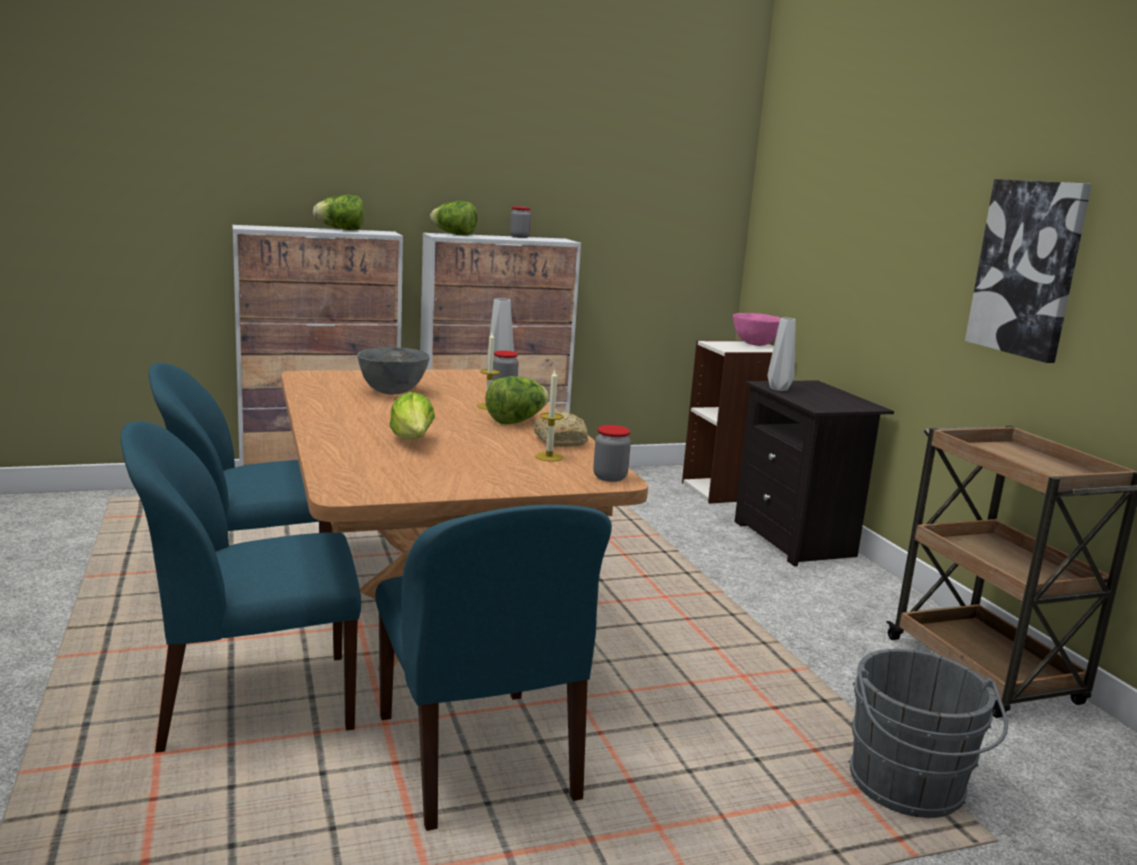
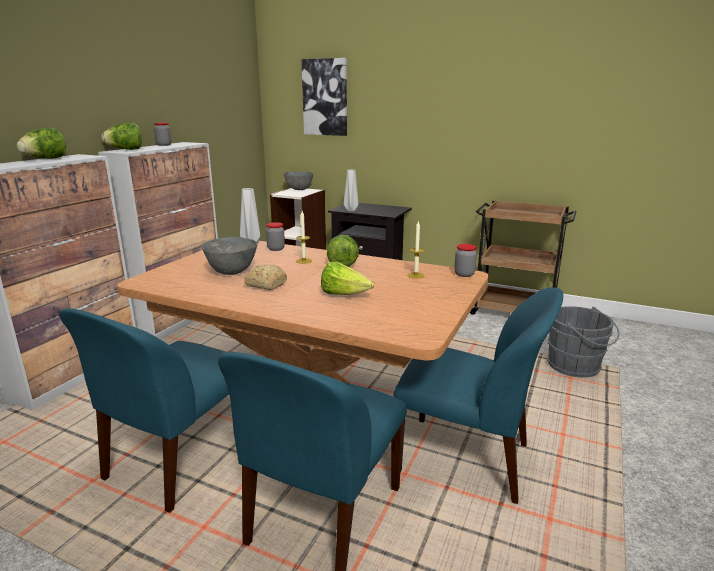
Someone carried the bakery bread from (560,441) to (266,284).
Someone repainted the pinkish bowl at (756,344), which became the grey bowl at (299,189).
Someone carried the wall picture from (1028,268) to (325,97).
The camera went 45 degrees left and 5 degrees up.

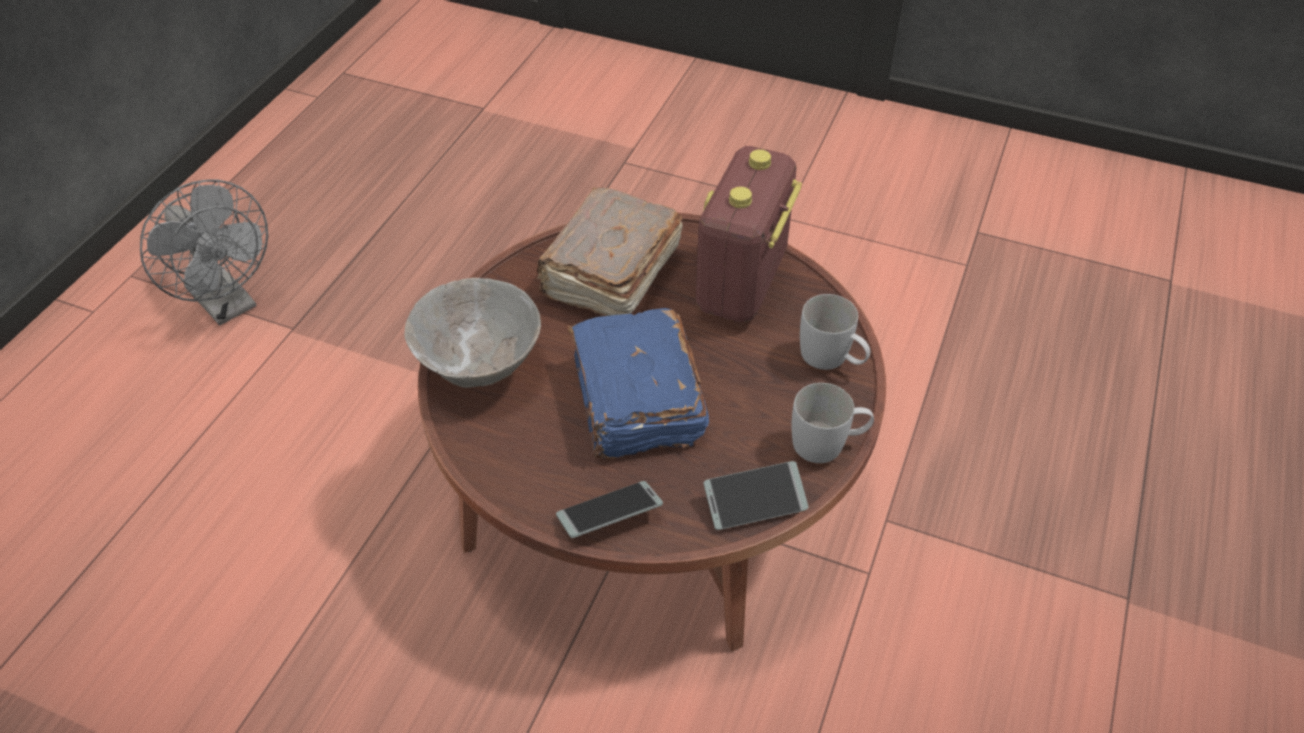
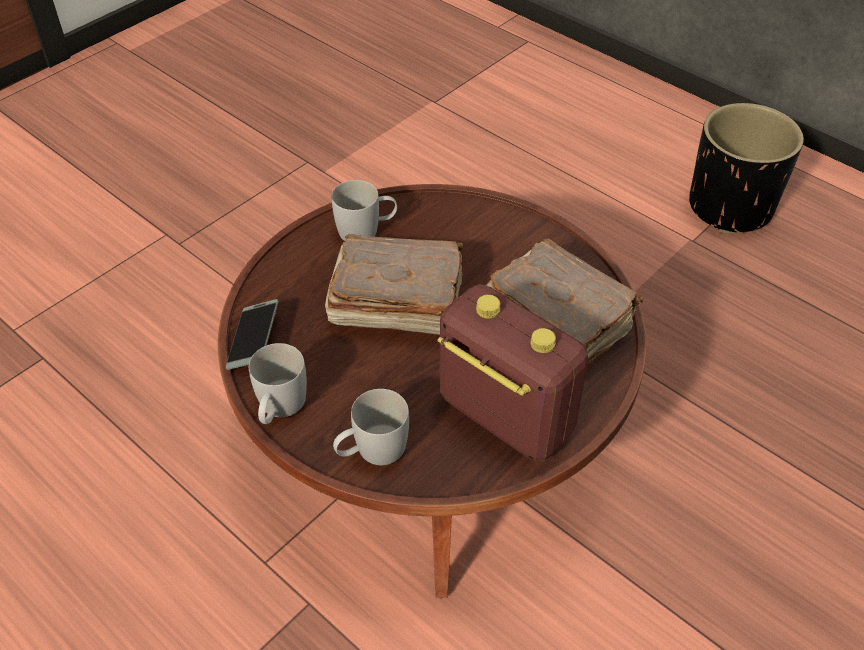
Someone repainted the bluish bound book at (636,403), which became the brown-coloured bound book at (394,302).
Someone put down the whitish mug at (366,230).
Someone swapped the grey electric fan at (229,305) for the black flower pot at (731,208).
Someone took away the grey bowl at (479,365).
Someone took away the phone at (609,515).
The camera went 110 degrees right and 0 degrees up.

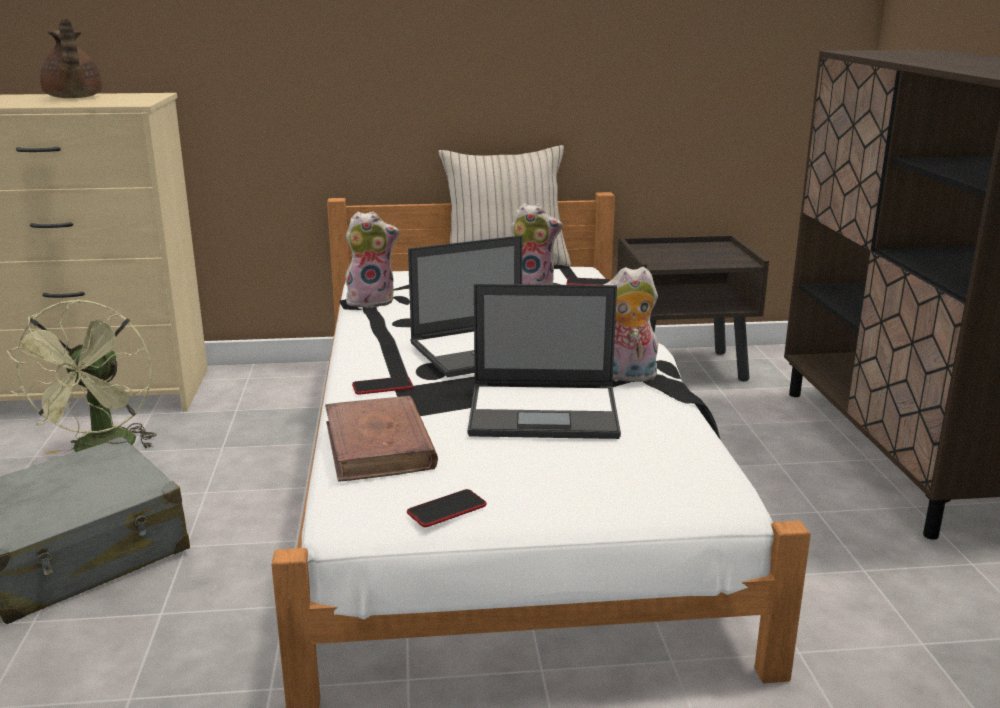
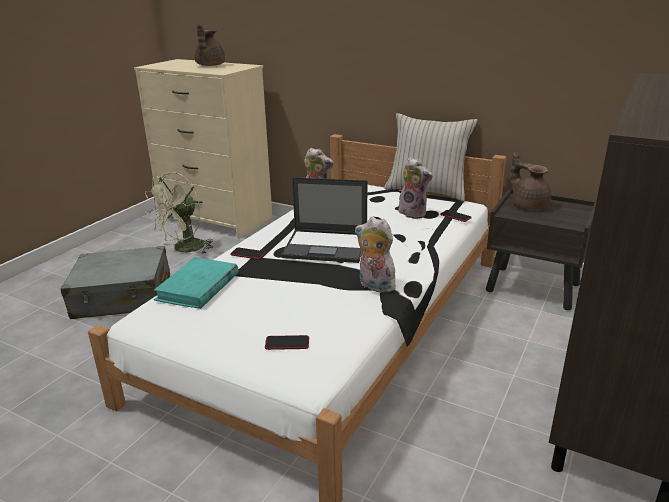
Someone repainted the brown-coloured bound book at (379,445), which became the blue-green bound book at (198,287).
Someone carried the phone from (447,509) to (287,343).
Someone put down the brown-coloured teapot at (528,205).
Someone took away the notebook computer at (545,412).
The camera went 35 degrees right and 5 degrees up.

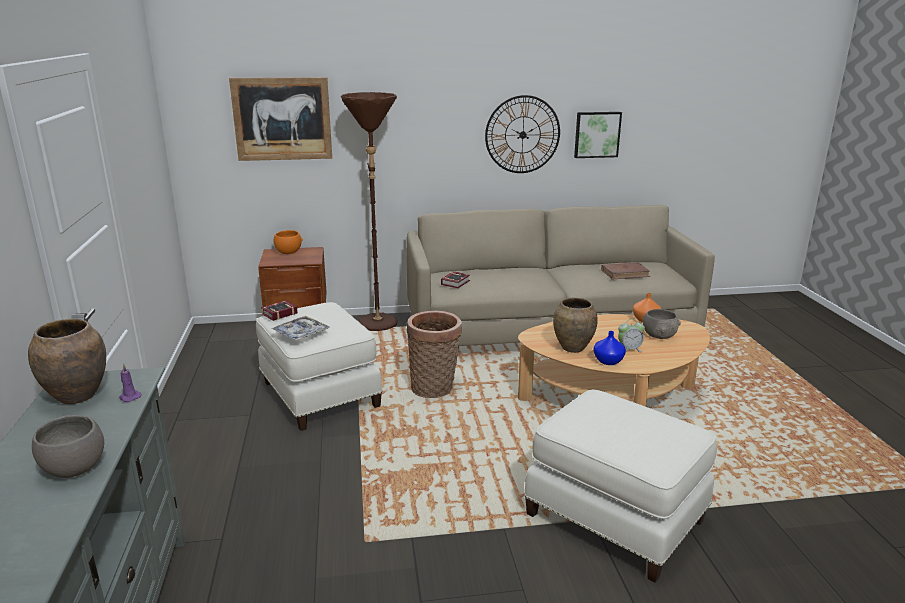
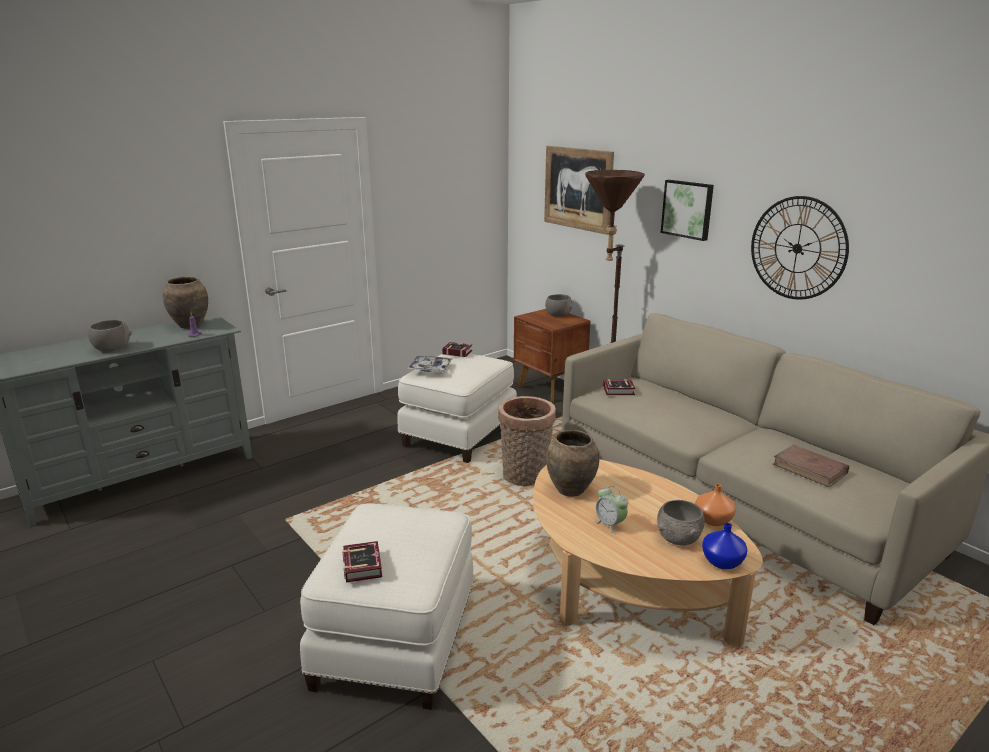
Someone put down the bound book at (363,564).
Someone repainted the orange bowl at (288,251), which became the grey bowl at (558,314).
Someone carried the wall picture from (596,134) to (688,209).
Someone carried the bluish decorative vase from (607,361) to (722,561).
The camera went 60 degrees right and 0 degrees up.

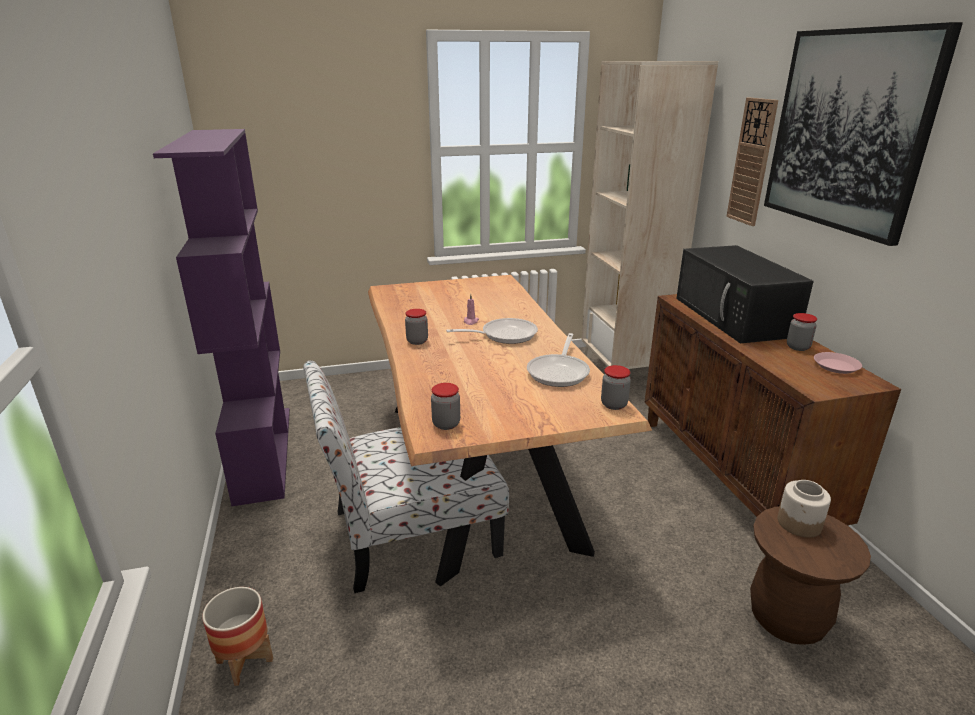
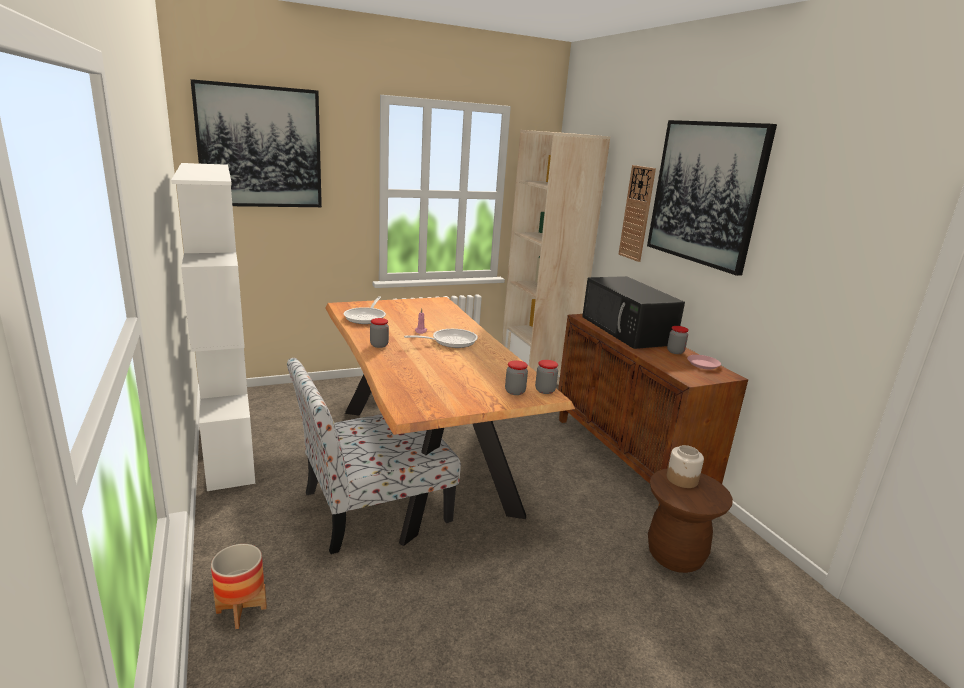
Someone repainted the purplish shelving unit at (263,452), which became the whitish shelving unit at (228,447).
Someone put up the wall picture at (260,147).
Someone carried the skillet from (559,372) to (366,317).
Someone carried the jar from (446,424) to (515,391).
The camera went 10 degrees left and 5 degrees down.

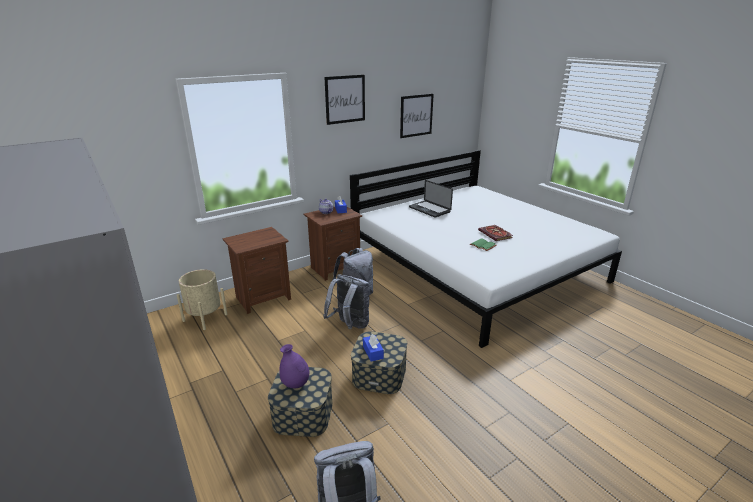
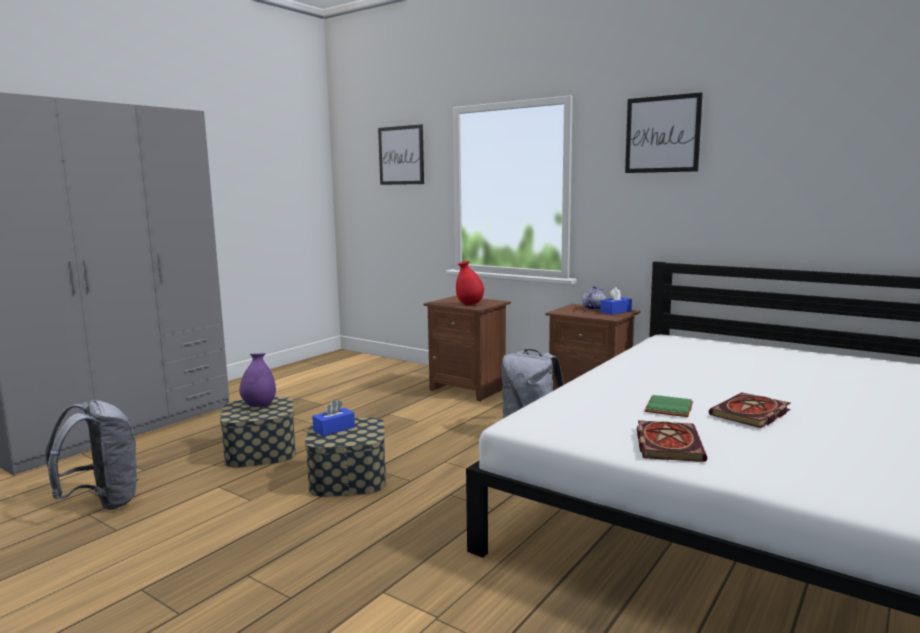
Someone carried the wall picture from (416,115) to (401,155).
Someone put down the red-coloured decorative vase at (470,304).
Someone put down the bound book at (667,443).
Someone took away the beige flower pot at (205,317).
Someone took away the grey rucksack at (350,325).
Someone took away the notebook computer at (429,209).
The camera went 70 degrees right and 15 degrees down.

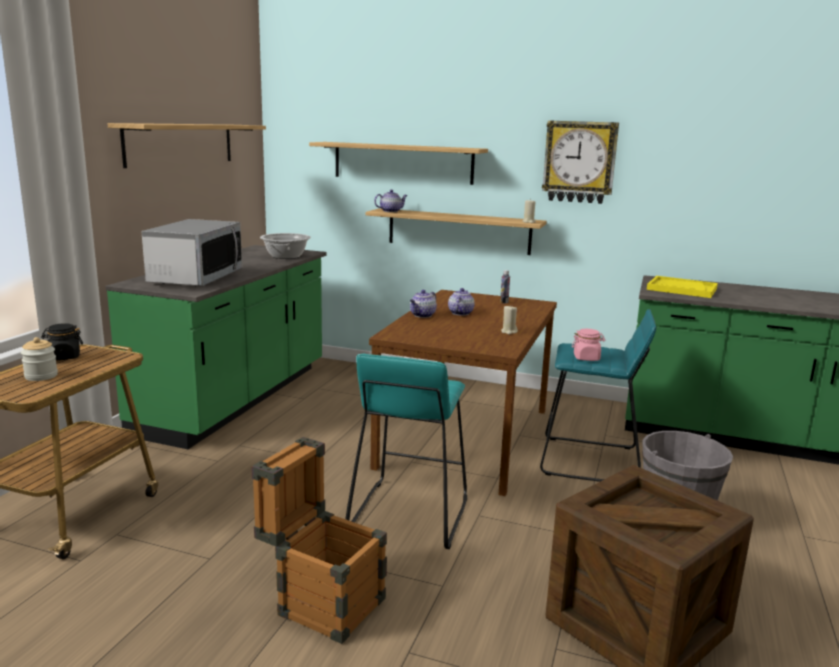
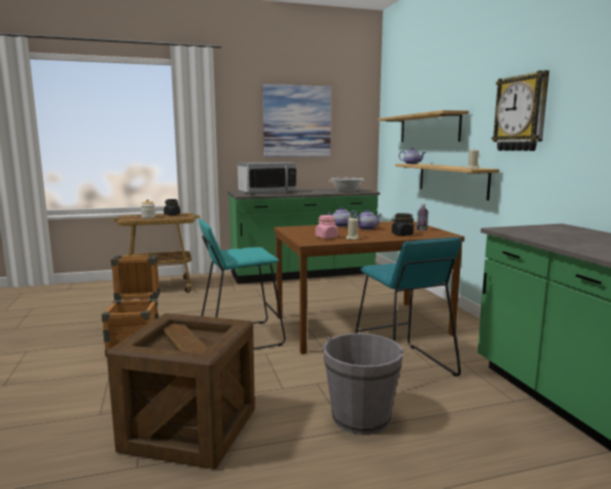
Someone swapped the wall shelf at (180,144) for the wall picture at (297,121).
Someone carried the pinkish jar from (586,358) to (326,237).
Someone put down the black jar at (402,234).
Someone took away the yellow serving tray at (681,289).
The camera went 55 degrees right and 5 degrees down.

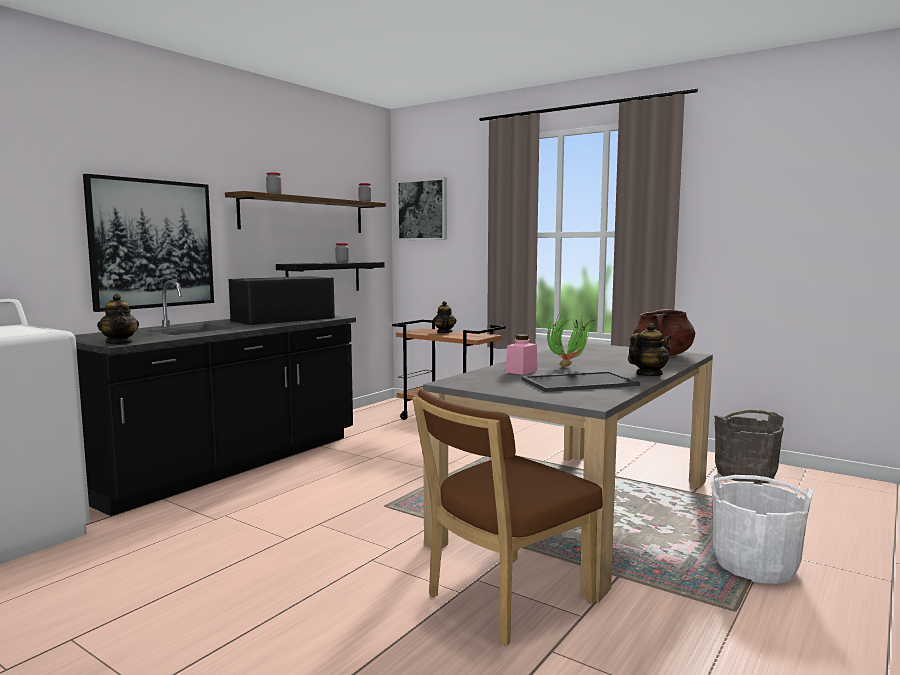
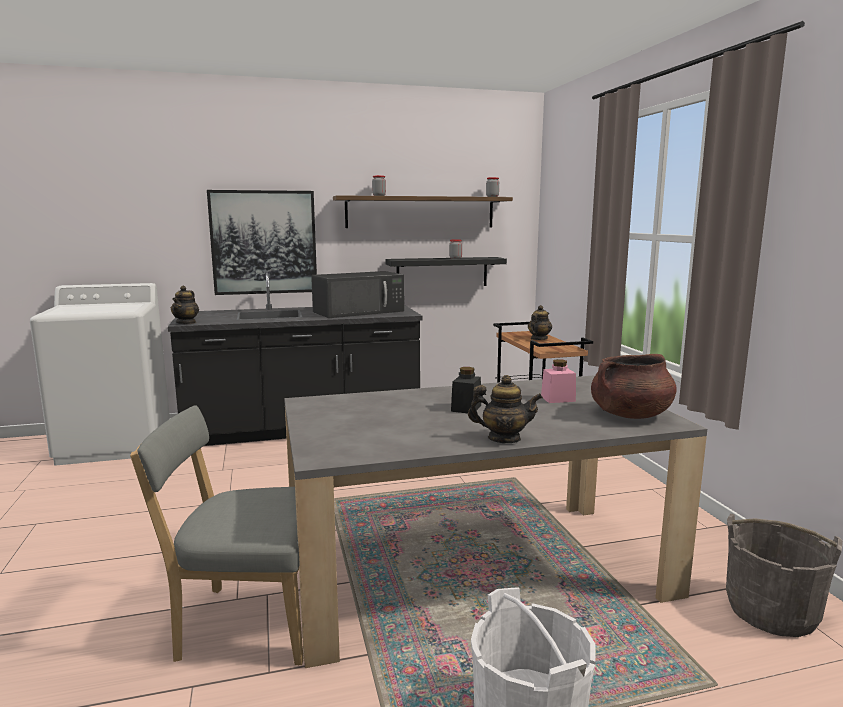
Someone repainted the brown-coloured plain chair at (503,601), which became the grey plain chair at (246,623).
Someone rotated the black microwave at (282,319) by 150 degrees clockwise.
Someone swapped the plant in a pot at (571,367) for the black jar at (466,408).
Someone carried the pinkish jar from (521,371) to (558,399).
Someone took away the wall picture at (422,209).
Someone took away the serving tray at (579,383).
The camera went 40 degrees right and 5 degrees up.

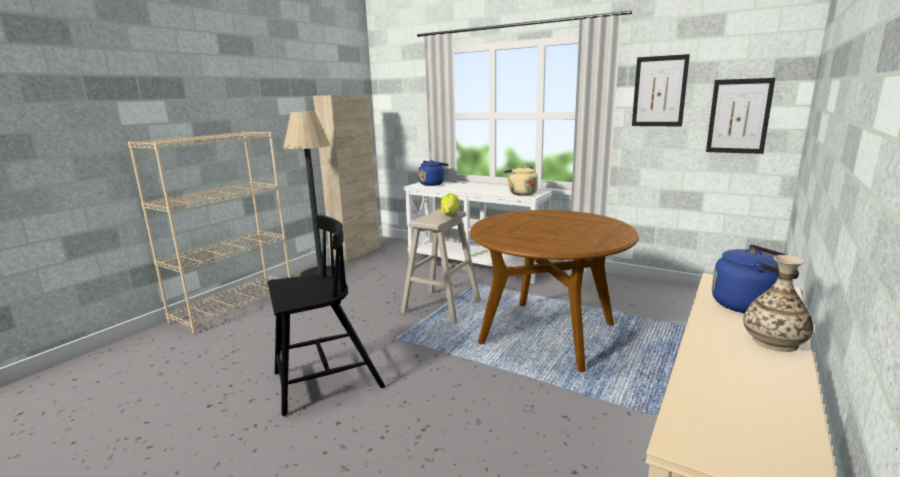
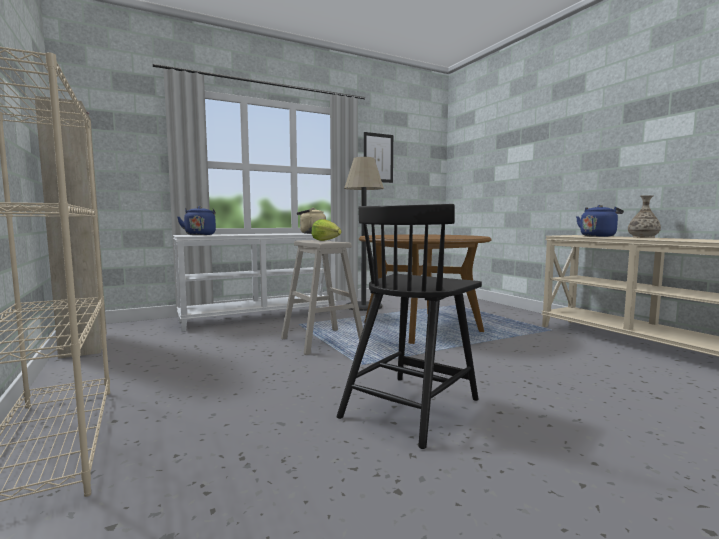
Someone rotated the black plain chair at (325,381) by 150 degrees counterclockwise.
Someone carried the standard lamp from (321,274) to (363,306).
Someone took away the wall picture at (739,116).
The camera went 60 degrees left and 10 degrees down.

